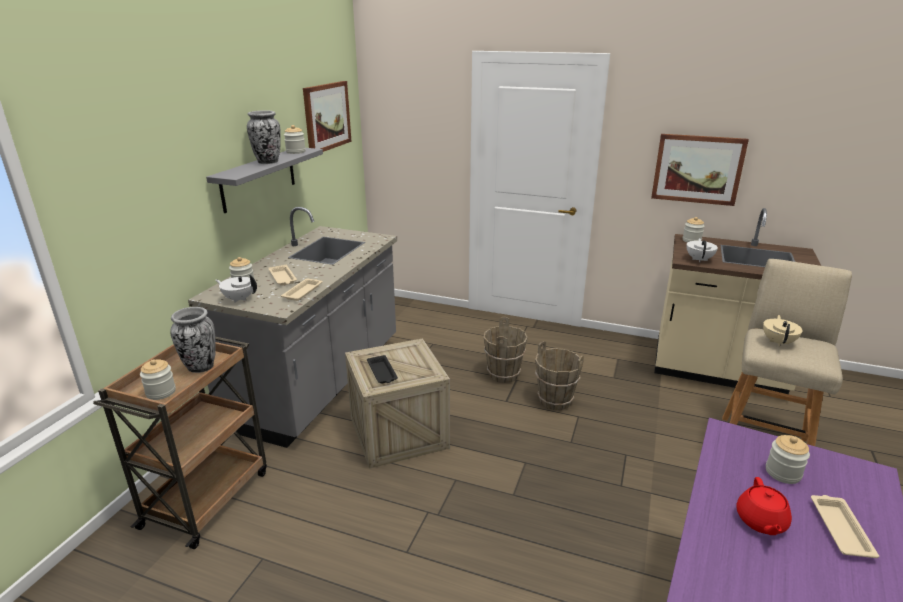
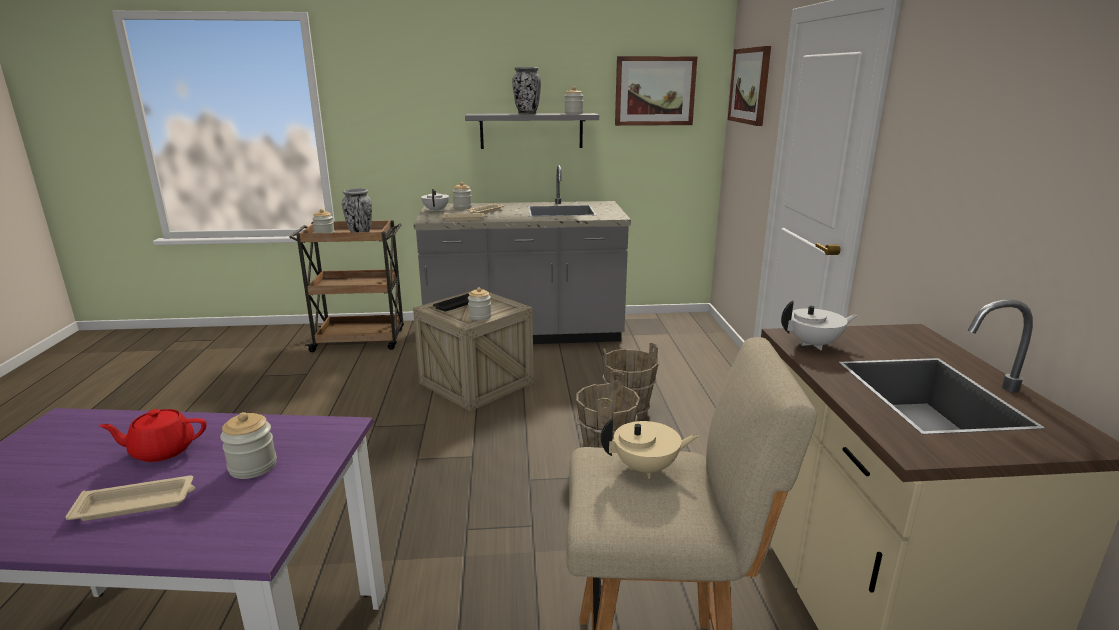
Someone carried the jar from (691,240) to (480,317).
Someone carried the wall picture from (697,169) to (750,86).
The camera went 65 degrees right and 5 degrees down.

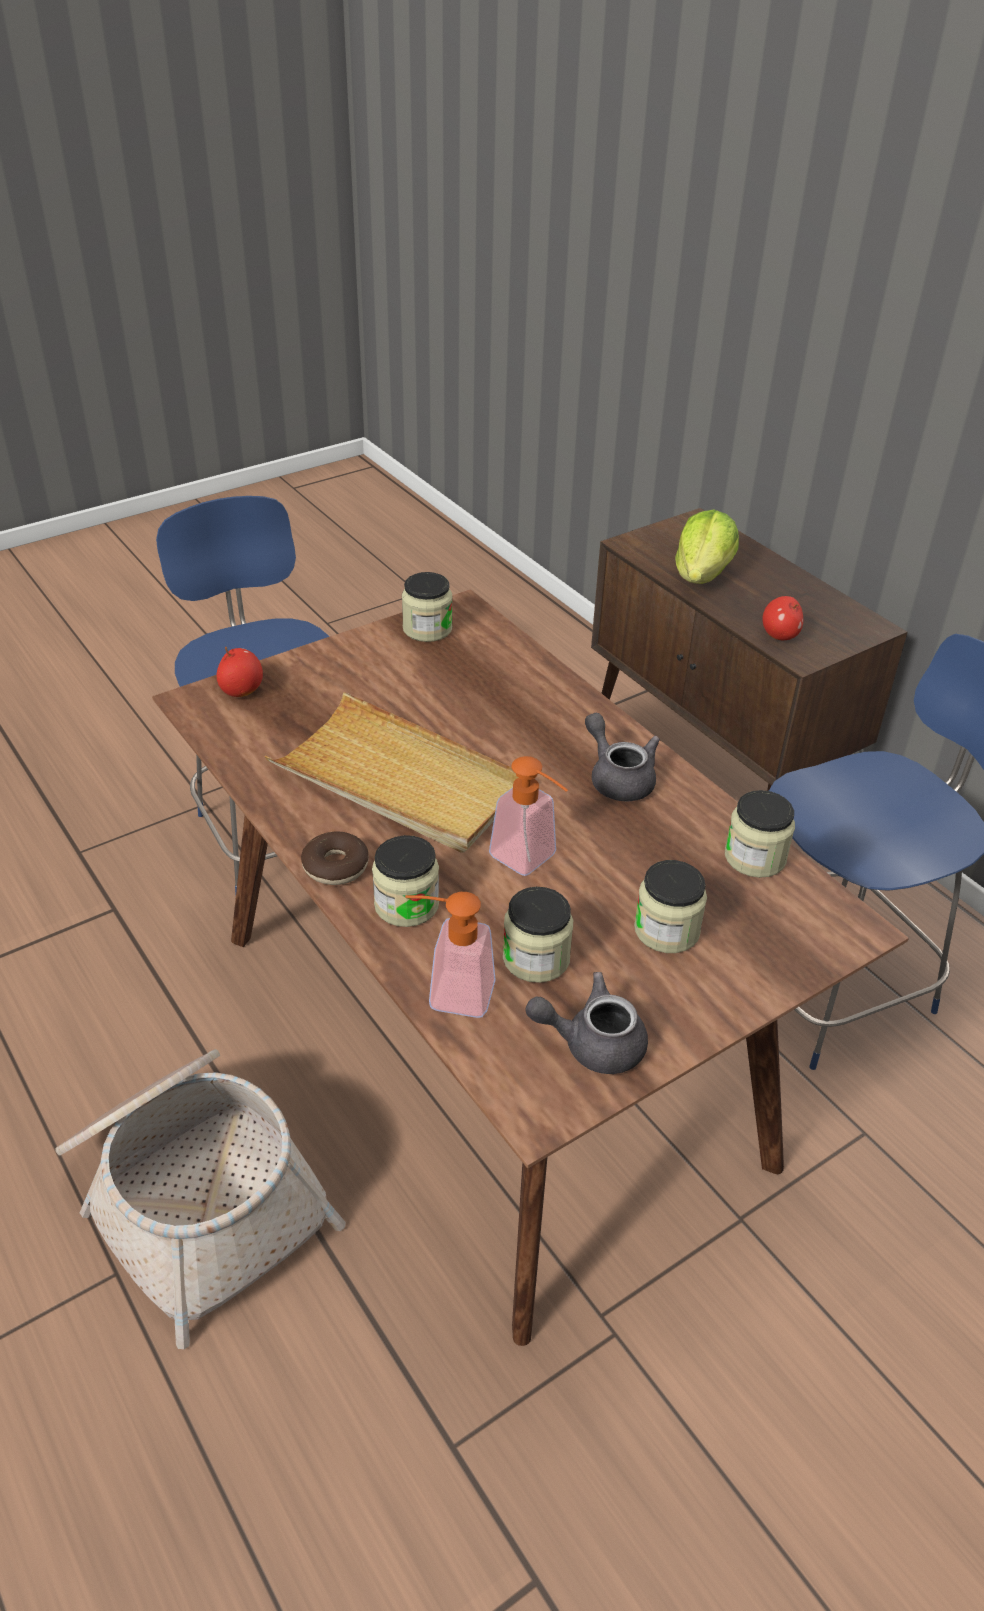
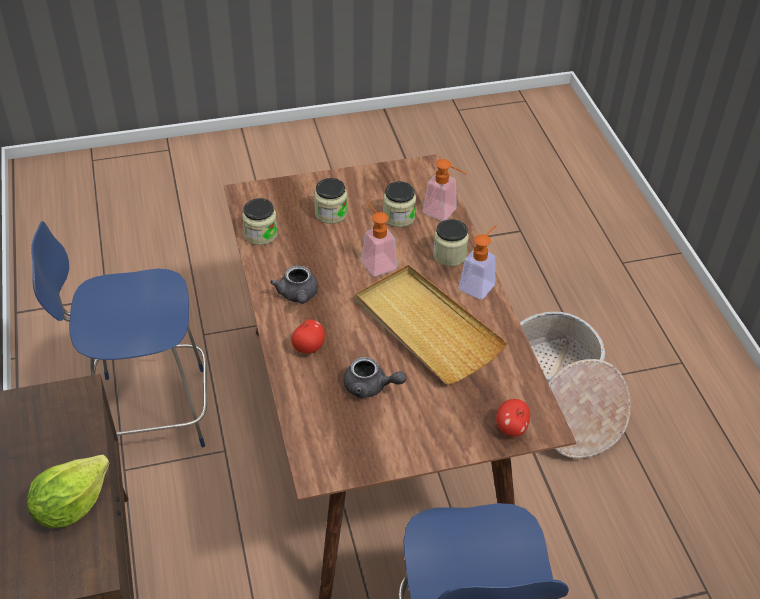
Someone carried the apple fruit from (780,636) to (308,347).
Someone carried the grey teapot from (592,1043) to (370,387).
Someone swapped the ring doughnut at (335,866) for the soap dispenser at (479,283).
Someone took away the jar at (427,629).
The camera went 160 degrees left and 5 degrees up.

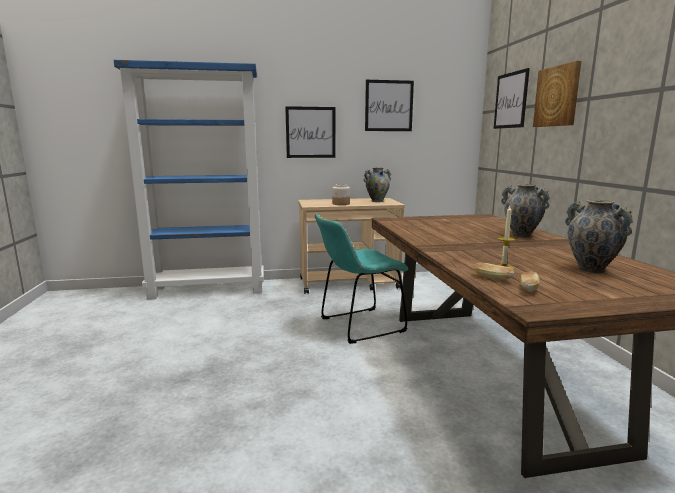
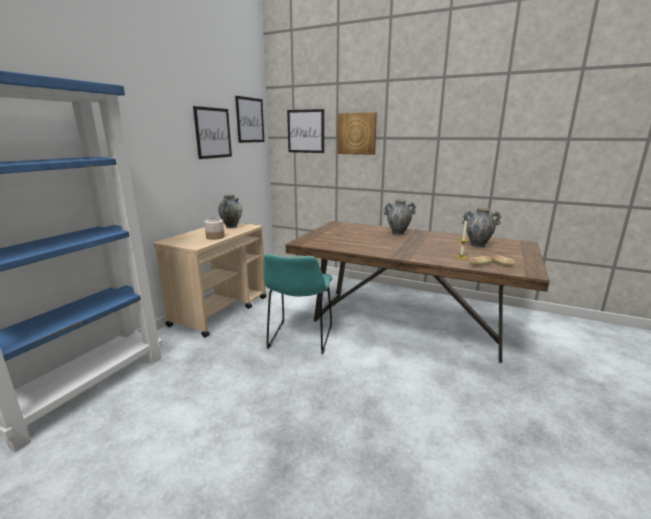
Someone carried the wall picture from (310,132) to (250,120).
The camera went 55 degrees left and 5 degrees up.

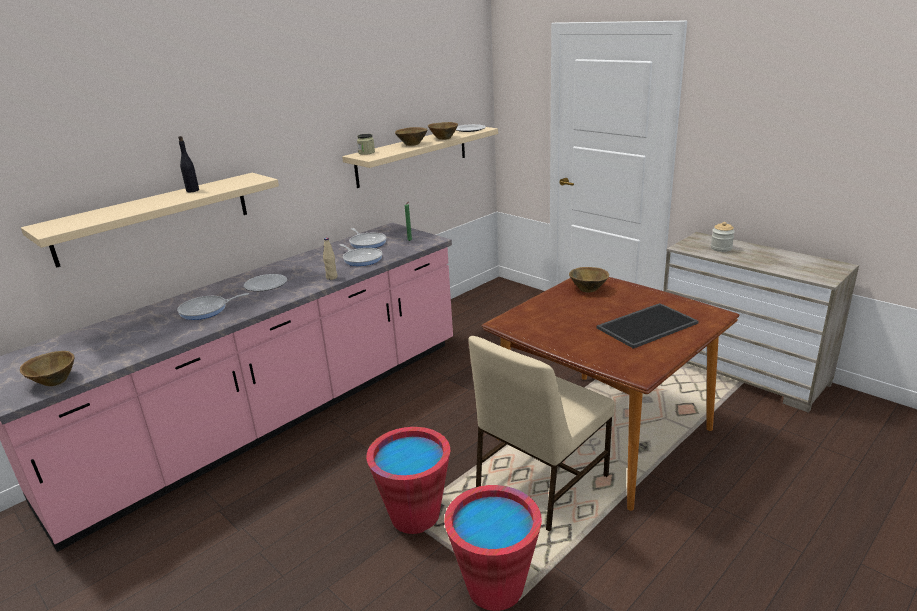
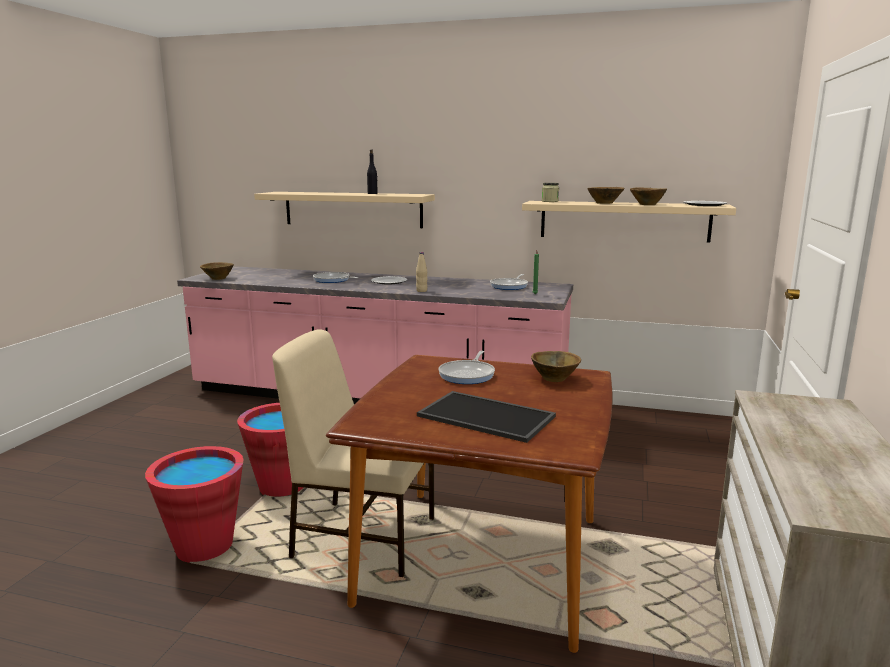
Someone carried the skillet from (361,259) to (468,375).
Someone took away the jar at (721,248).
The camera went 60 degrees right and 10 degrees down.

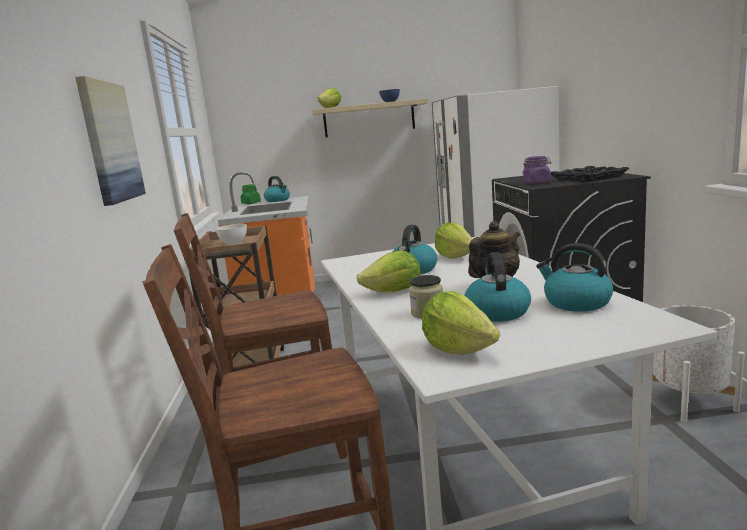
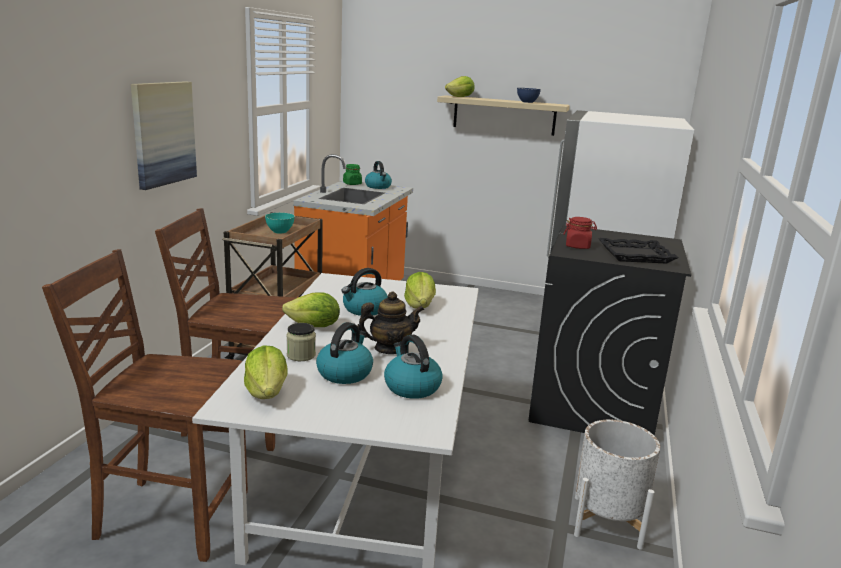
Someone repainted the whitish bowl at (233,243), which became the blue-green bowl at (280,231).
Someone repainted the purplish jar at (537,182), which became the red-coloured jar at (578,246).
The camera went 20 degrees right and 5 degrees up.

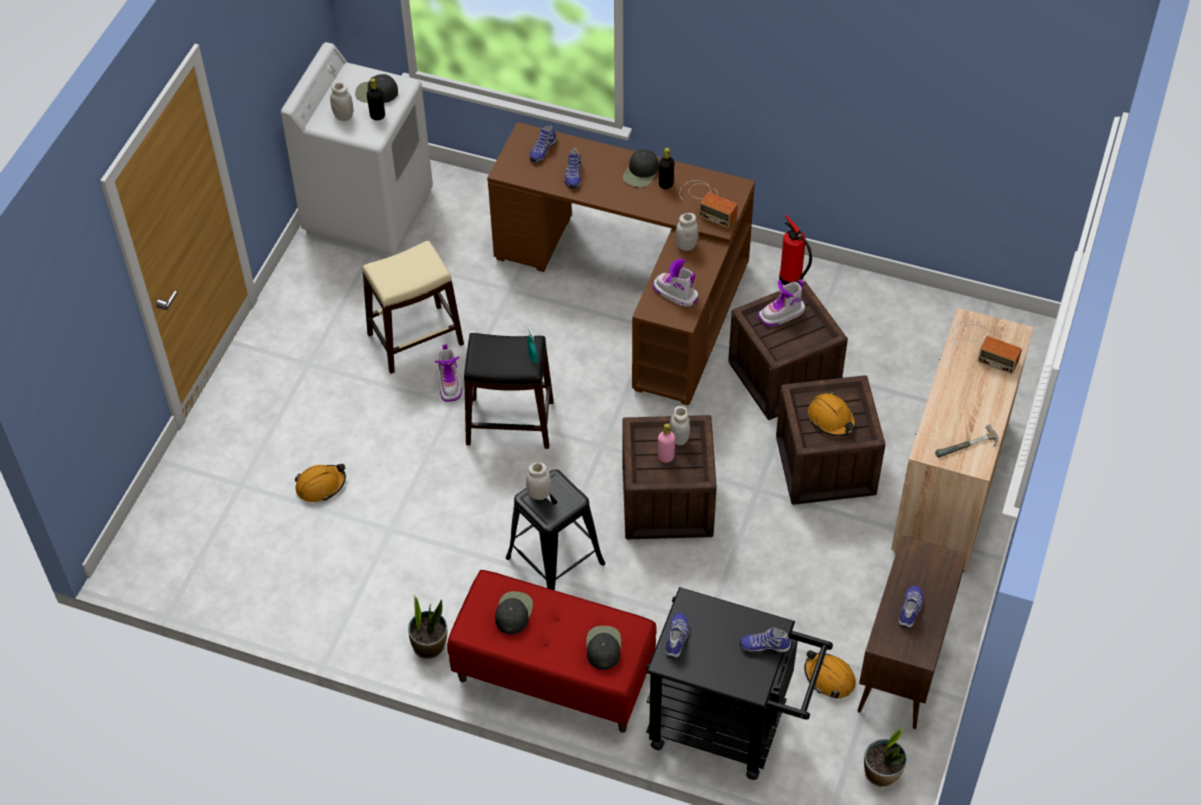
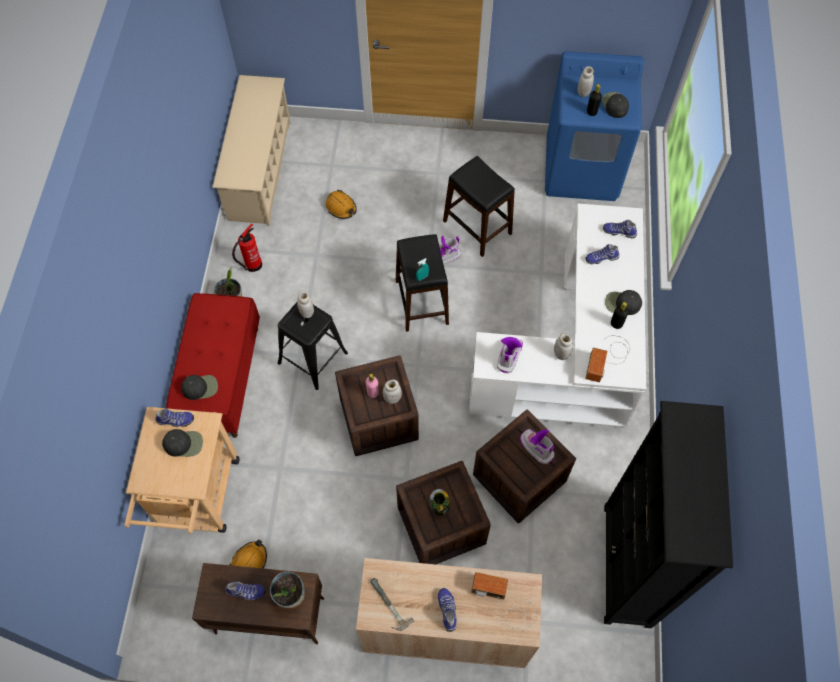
Someone repainted the black wheeled cart at (730,727), which became the beige wheeled cart at (197,500).
Someone carried the black baseball cap from (513,612) to (184,443).
Someone put down the beige shoe shelf at (259,170).
Someone carried the fire extinguisher from (791,280) to (252,265).
Someone carried the plant in a pot from (881,773) to (291,595).
Someone swapped the orange safety helmet at (831,419) for the jar at (439,505).
Someone carried the shoe from (765,645) to (448,610).
Someone repainted the beige stool seat at (415,339), which became the black stool seat at (477,227).
Someone repainted the brown-coloured desk unit at (636,287), which became the whitish desk unit at (572,354).
Someone rotated the radio at (983,346) by 90 degrees clockwise.
Someone repainted the whitish washing machine at (369,210), which became the bluish washing machine at (582,170).
Someone put down the black shelving unit at (627,566).
The camera went 75 degrees right and 10 degrees up.

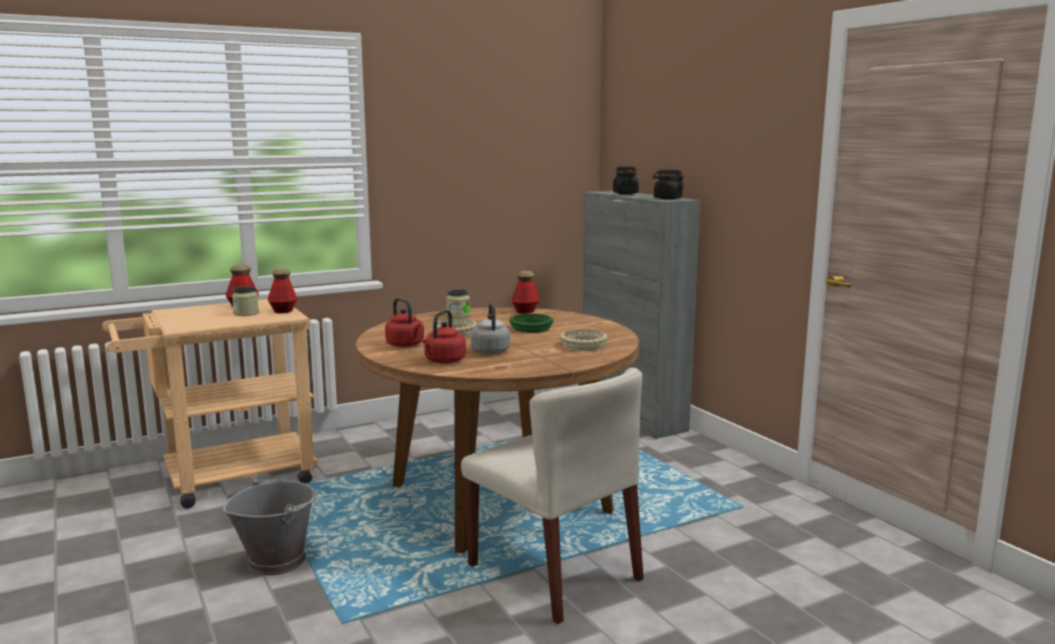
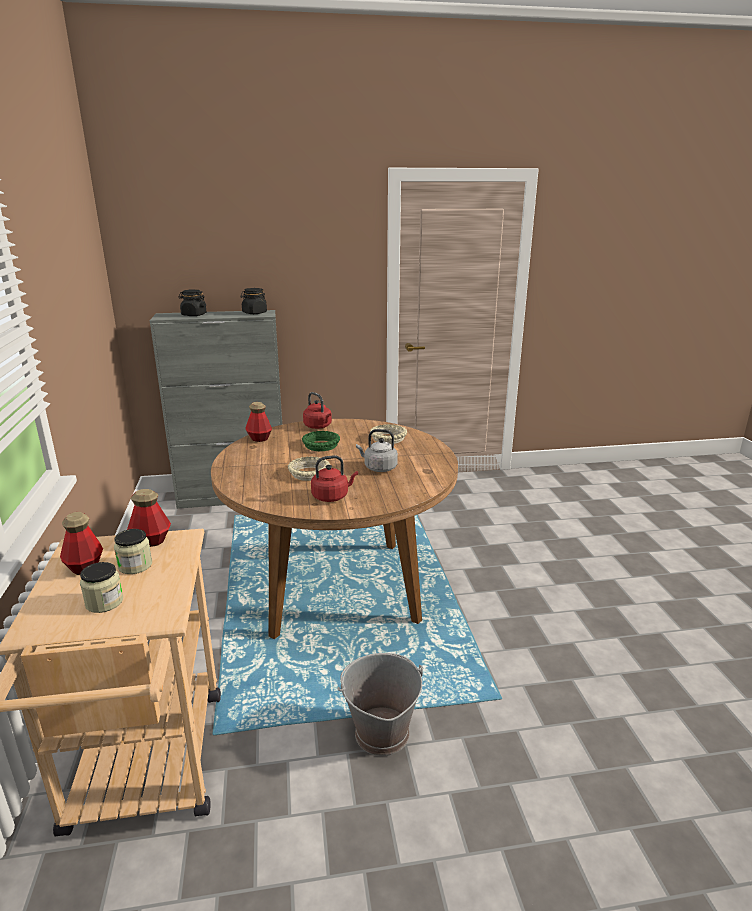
Someone carried the jar from (458,315) to (104,602).
Someone carried the red-coloured water kettle from (443,361) to (318,426).
Someone took away the beige plain chair at (555,573).
The camera went 70 degrees left and 10 degrees up.

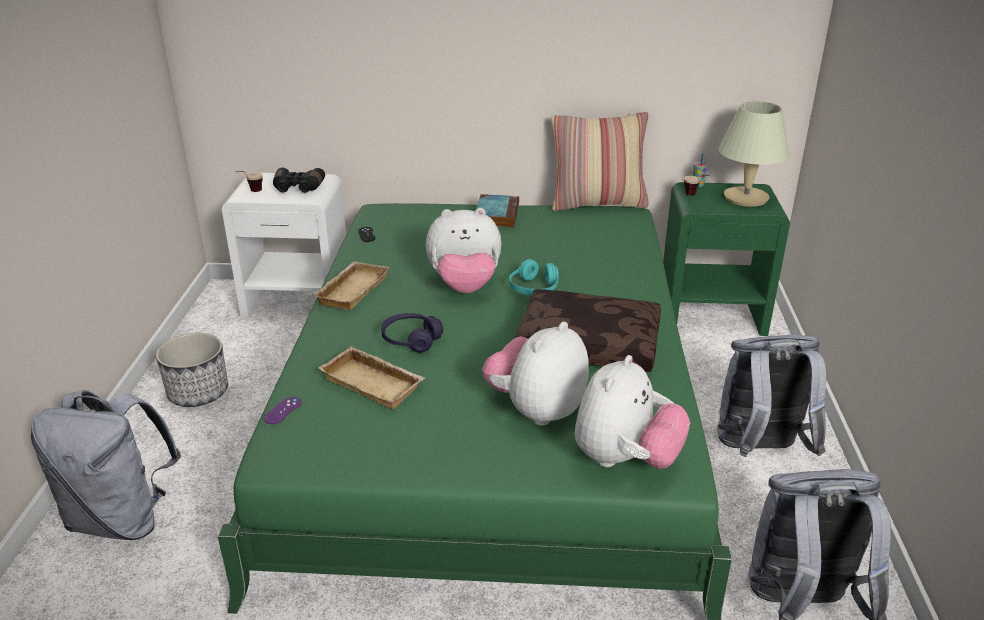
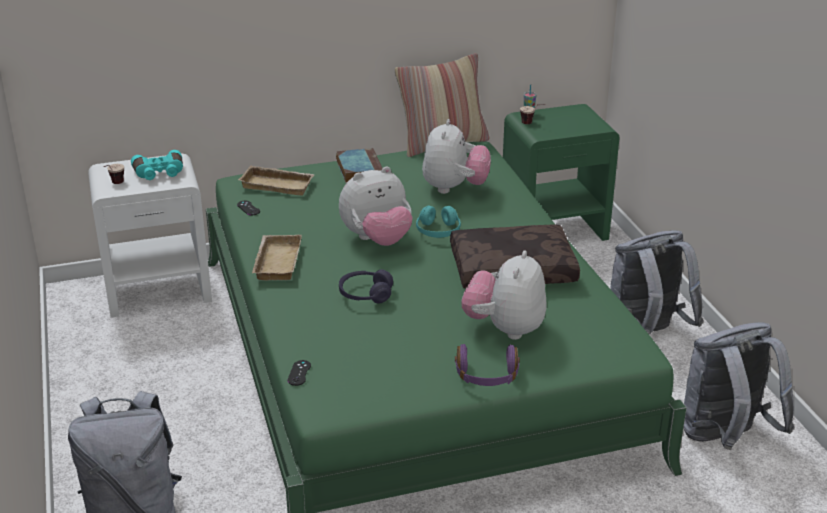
Someone repainted the black pair of binoculars at (297,188), which became the blue-green pair of binoculars at (159,174).
Someone carried the beige serving tray from (375,383) to (278,184).
Someone repainted the purplish gamepad at (283,410), which became the black gamepad at (299,373).
Someone carried the soft toy from (625,460) to (454,188).
Someone put down the purplish headset at (487,377).
Someone took away the flower pot at (198,393).
Someone took away the beige table lamp at (745,198).
The camera went 20 degrees left and 0 degrees up.

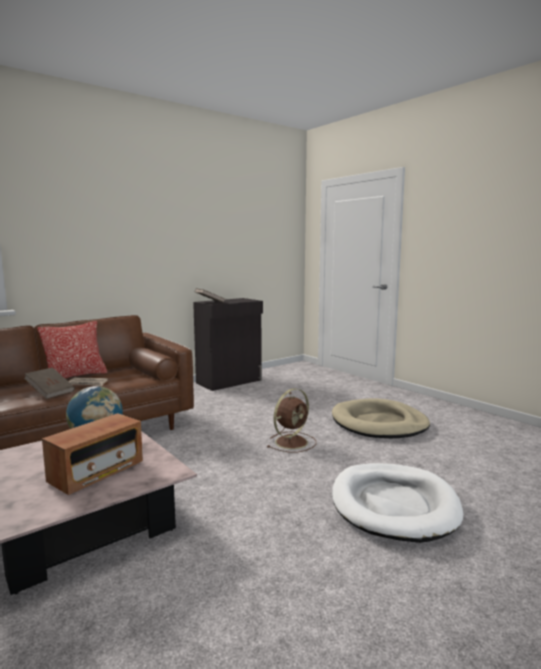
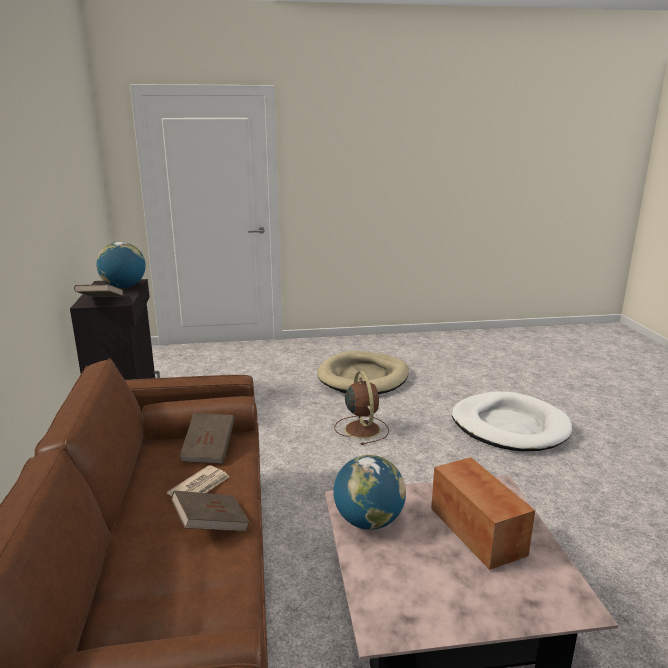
Someone put down the desk globe at (124,287).
Someone put down the brown-coloured bound book at (209,450).
Someone took away the cushion at (76,376).
The camera went 60 degrees left and 10 degrees up.

